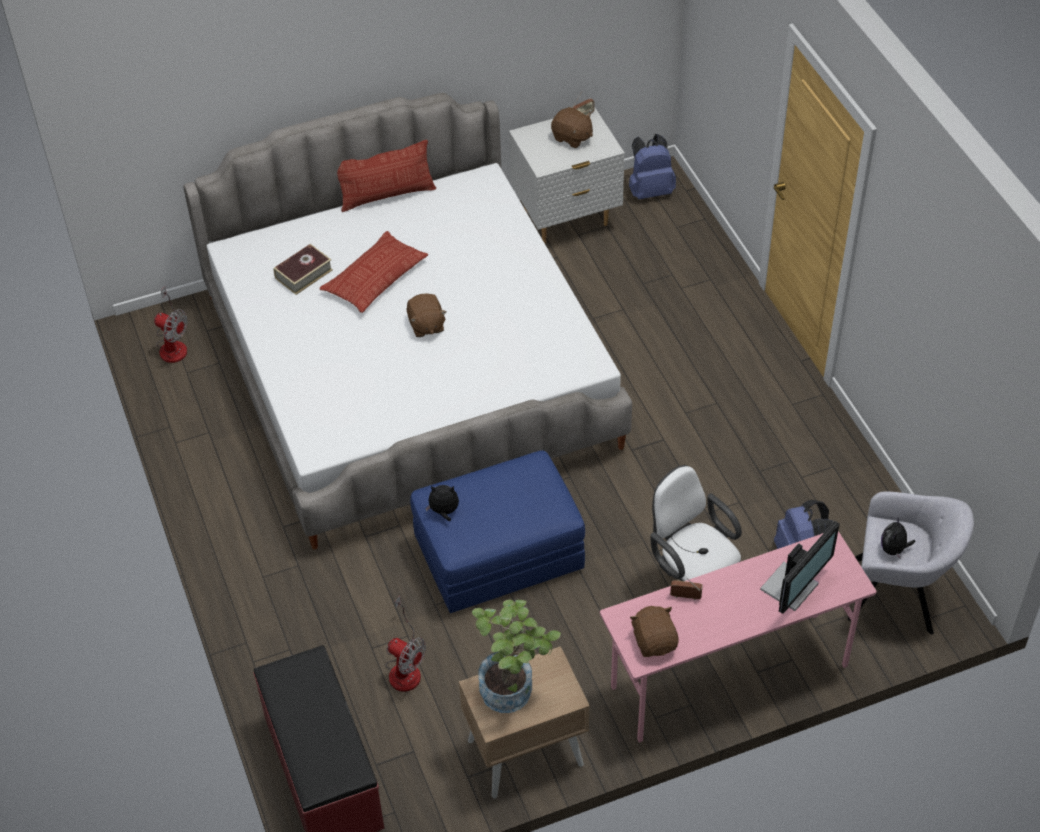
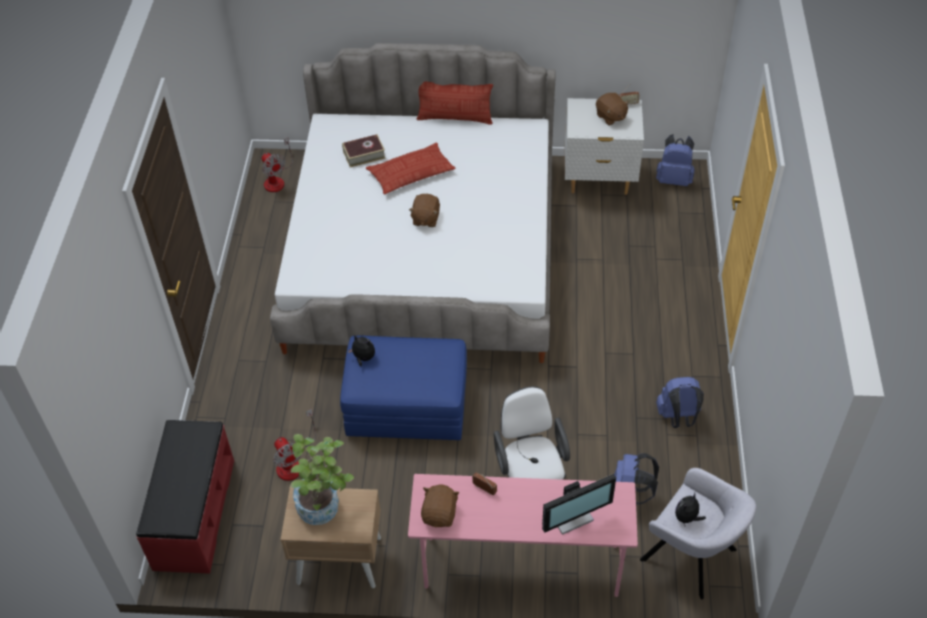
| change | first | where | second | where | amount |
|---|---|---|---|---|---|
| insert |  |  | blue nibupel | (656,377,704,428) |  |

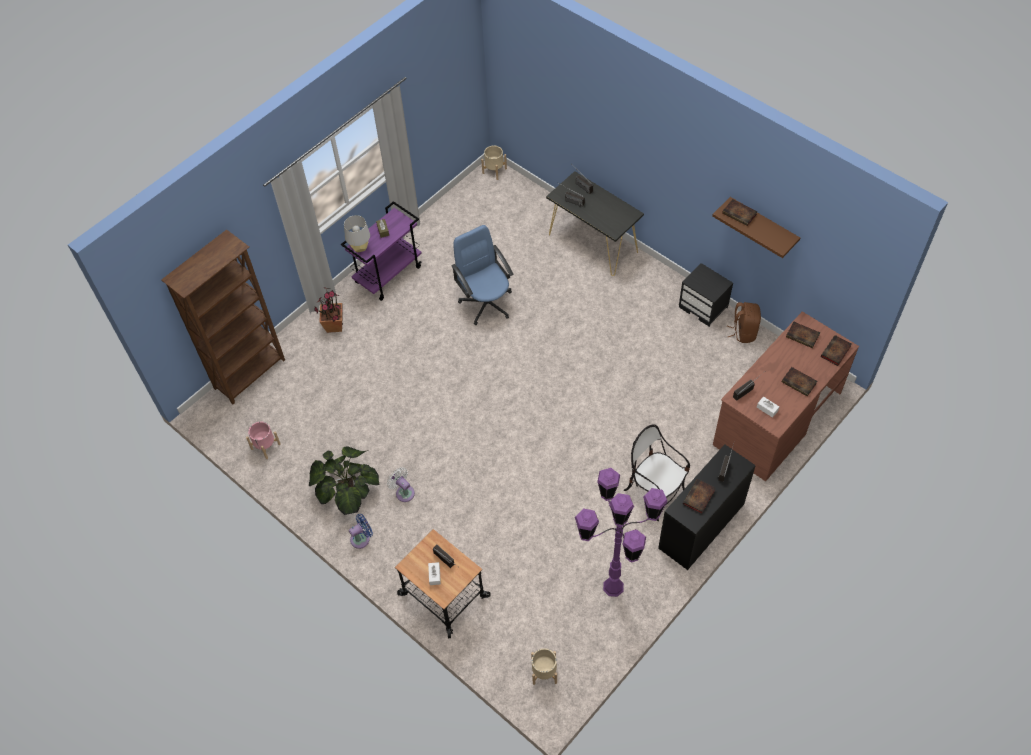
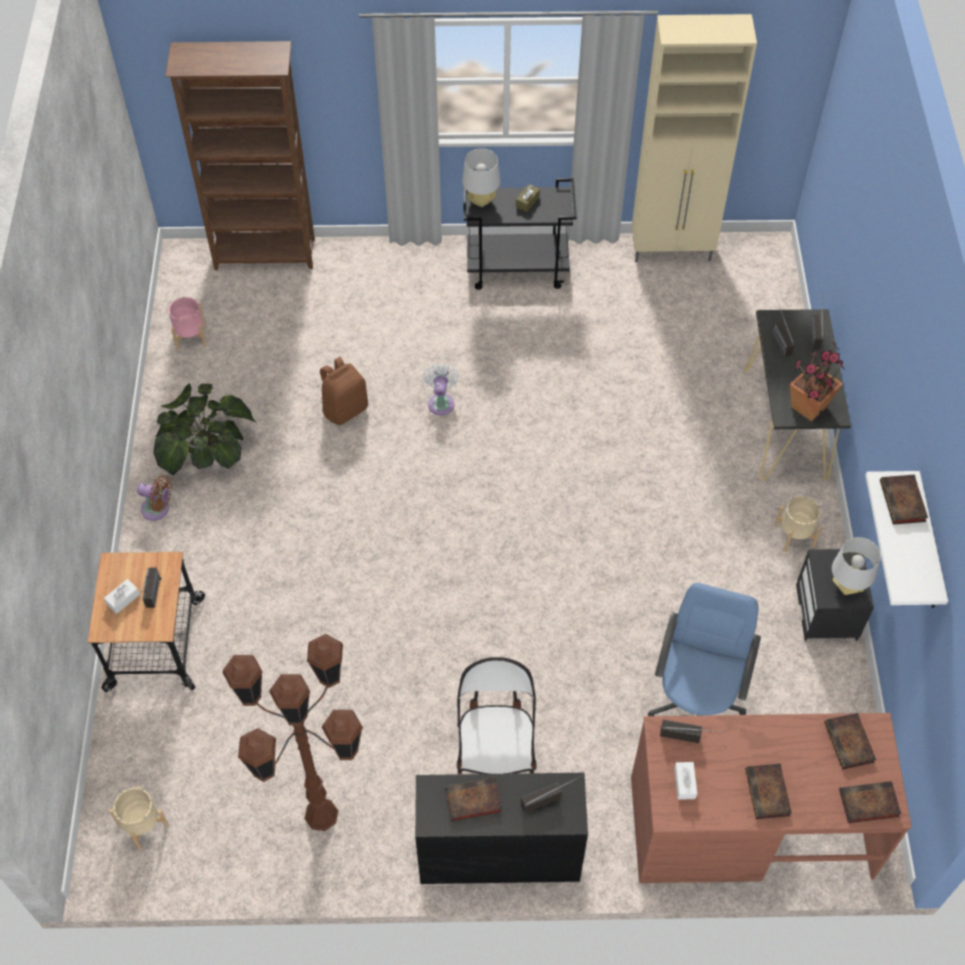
| change | first | where | second | where | amount |
|---|---|---|---|---|---|
| recolor | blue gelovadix | (349,514,373,549) | brown gelovadix | (137,475,172,521) |  |
| recolor | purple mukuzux | (575,468,668,597) | brown mukuzux | (222,634,363,831) |  |
| move | brown nibupel | (727,302,761,343) |  | (320,357,368,425) |  |
| move | white gelovadix | (387,467,415,502) |  | (423,364,459,415) |  |
| recolor | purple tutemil | (341,201,422,301) | black tutemil | (463,178,577,290) |  |
| insert |  |  | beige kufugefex | (632,14,757,262) |  |
| move | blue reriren | (451,225,513,325) |  | (648,583,761,716) |  |
| move | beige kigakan | (481,146,507,180) |  | (774,496,822,552) |  |
| move | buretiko | (314,287,343,333) |  | (790,342,845,422) |  |
| insert |  |  | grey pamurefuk | (832,537,881,595) |  |
| recolor | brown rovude | (712,197,800,258) | white rovude | (865,471,948,608) |  |

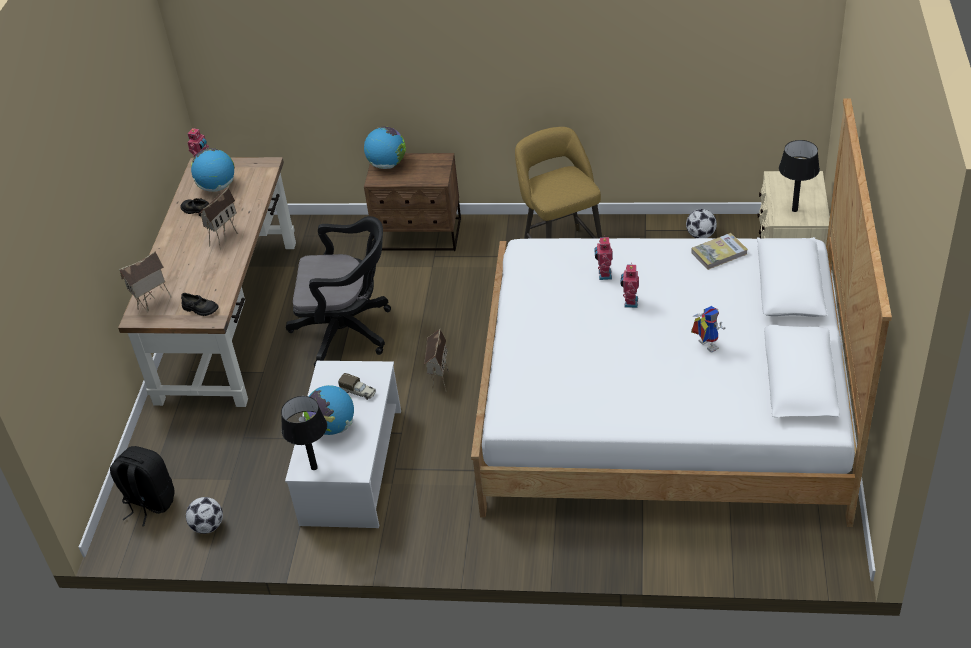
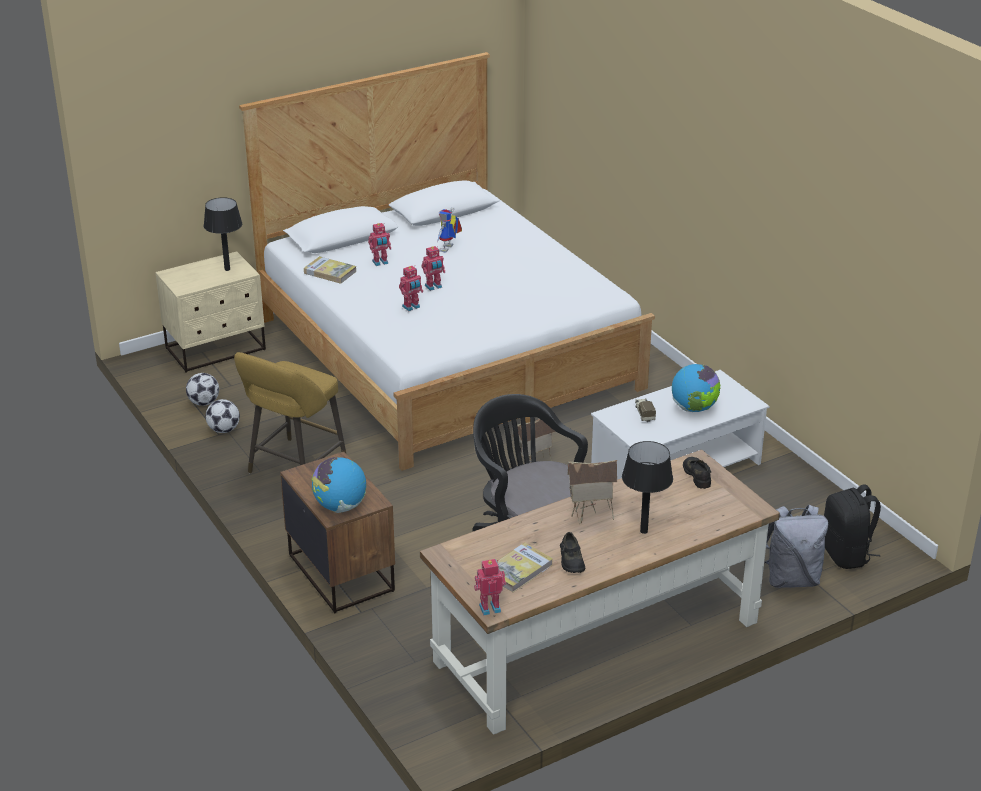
| change | first | where | second | where | amount |
|---|---|---|---|---|---|
| move | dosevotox | (186,497,223,534) |  | (206,399,240,433) |  |
| insert |  |  | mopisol | (368,223,391,266) |  |
| replace | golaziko | (191,148,235,192) | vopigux | (498,542,553,592) |  |
| move | black pamurefuk | (281,396,327,470) |  | (622,441,673,534) |  |
| insert |  |  | grey nibupel | (764,505,828,588) |  |
| delete | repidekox | (119,251,171,311) |  |  |  |

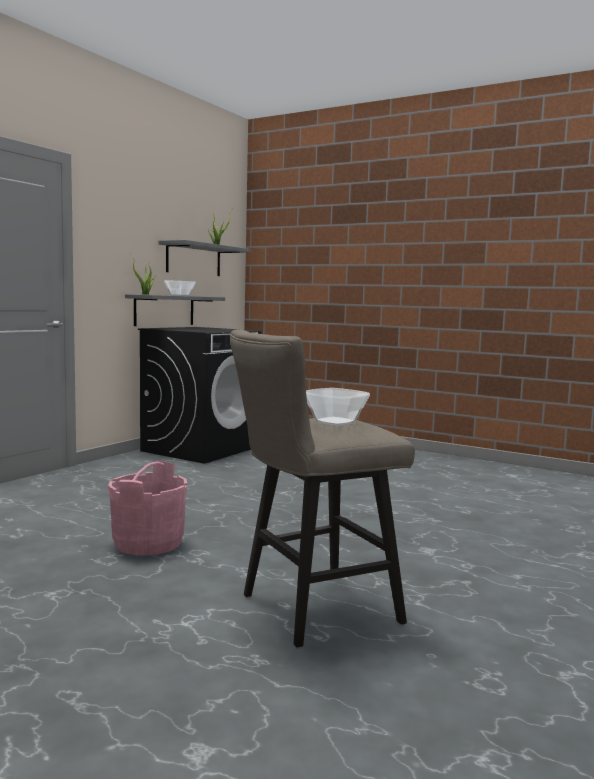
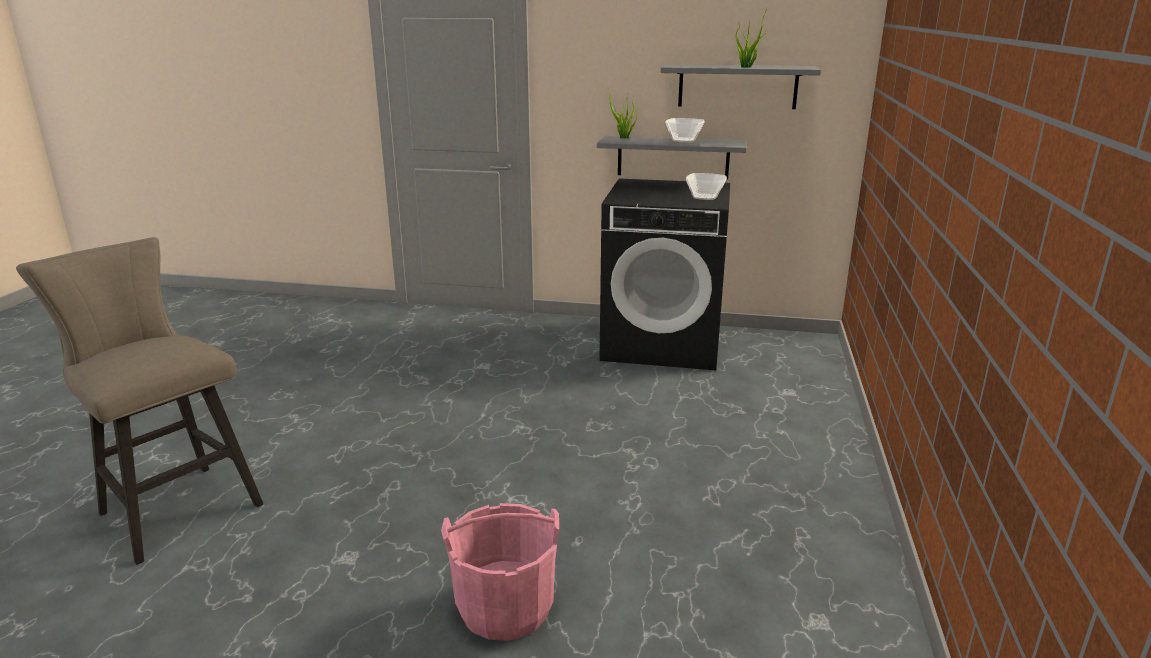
| change | first | where | second | where | amount |
|---|---|---|---|---|---|
| move | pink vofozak | (108,461,187,555) |  | (441,503,559,641) |  |
| move | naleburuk | (306,388,370,426) |  | (686,173,727,200) |  |

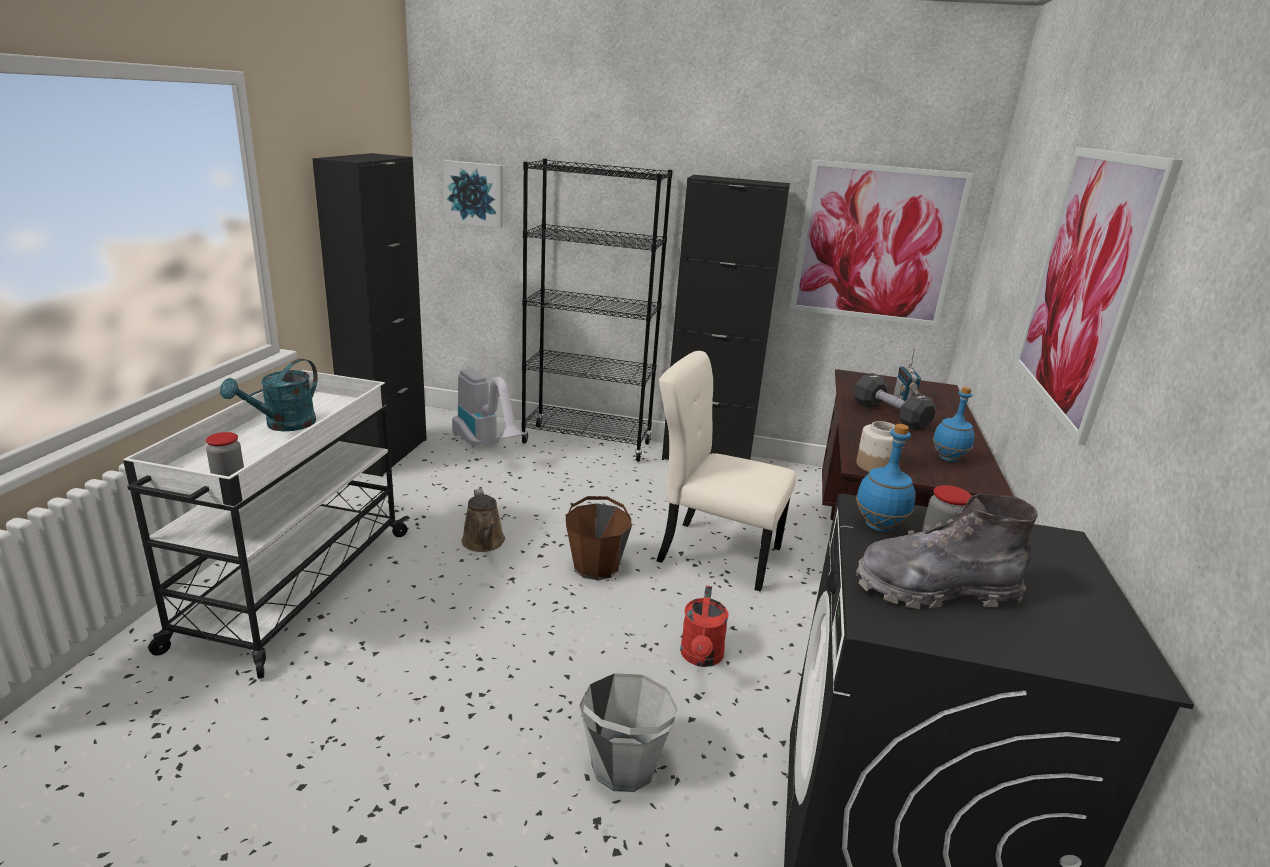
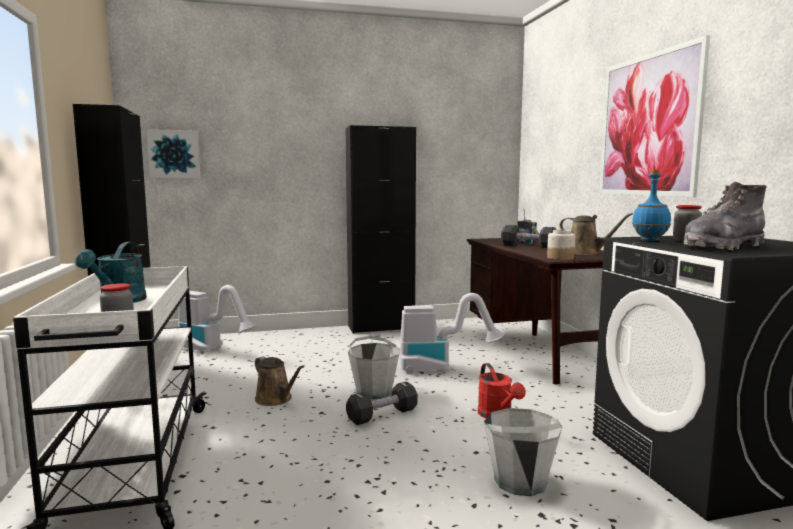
| change | first | where | second | where | amount |
|---|---|---|---|---|---|
| insert |  |  | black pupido | (346,382,418,425) |  |
| recolor | brown vofozak | (566,496,632,580) | grey vofozak | (348,336,400,399) |  |
| replace | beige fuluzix | (656,351,796,592) | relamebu | (400,293,505,374) |  |
| replace | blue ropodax | (933,387,975,462) | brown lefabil | (560,213,633,255) |  |
| delete | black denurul | (520,158,673,462) |  |  |  |
| delete | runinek | (790,160,974,327) |  |  |  |

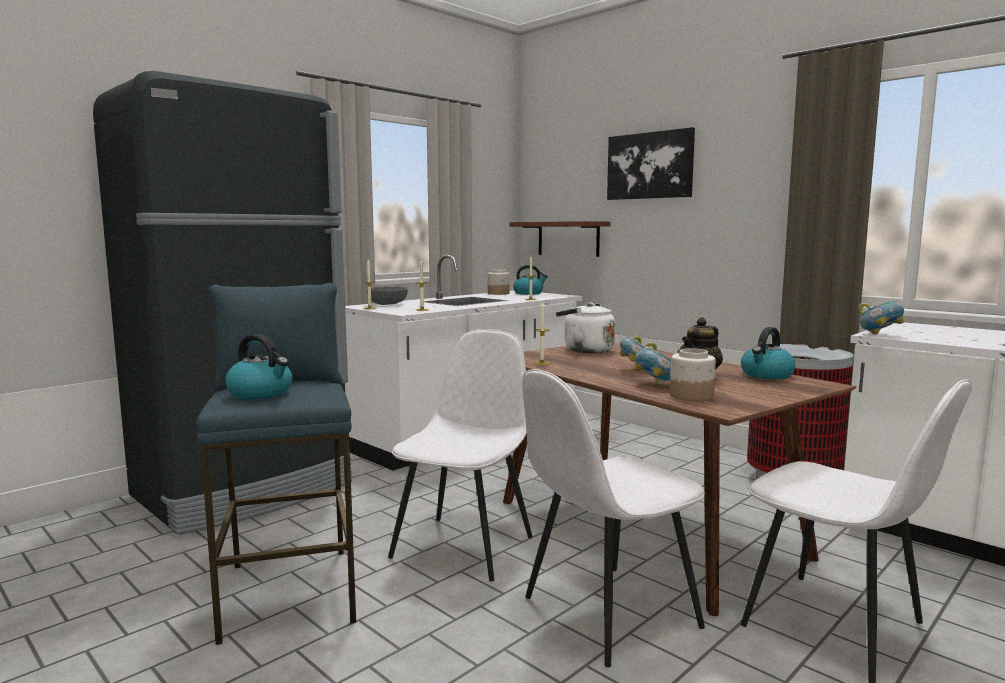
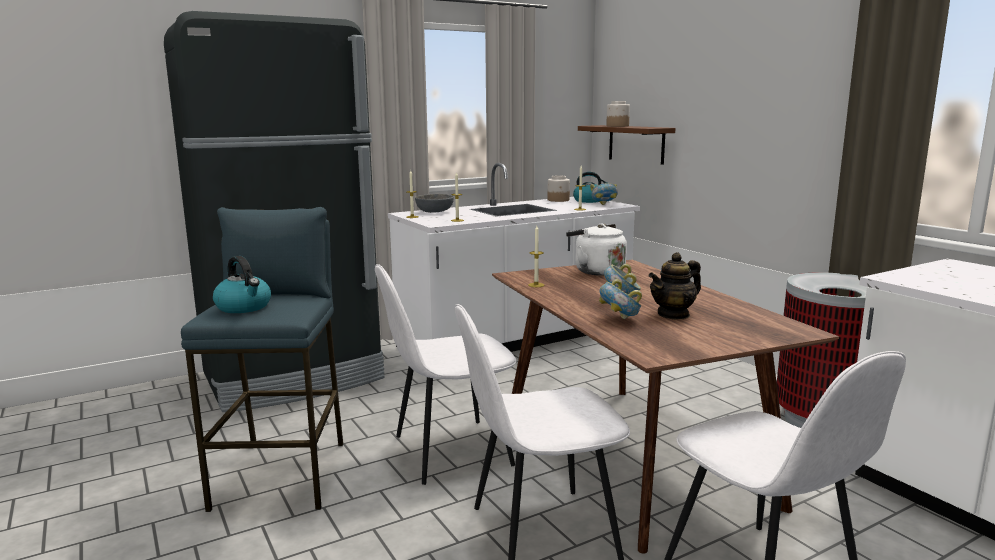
| change | first | where | second | where | amount |
|---|---|---|---|---|---|
| rotate | white fuluzix | (388,329,533,581) |  | (375,264,516,485) | 150 degrees counterclockwise |
| move | naleburuk | (858,301,904,335) |  | (590,183,618,205) |  |
| move | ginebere | (670,348,716,401) |  | (606,101,630,127) |  |
| delete | runinek | (607,127,695,200) |  |  |  |
| delete | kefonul | (741,327,796,380) |  |  |  |

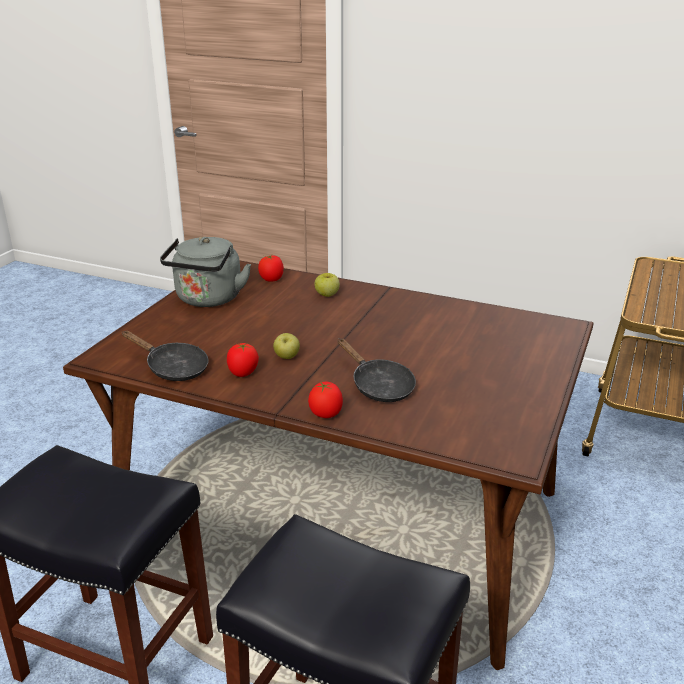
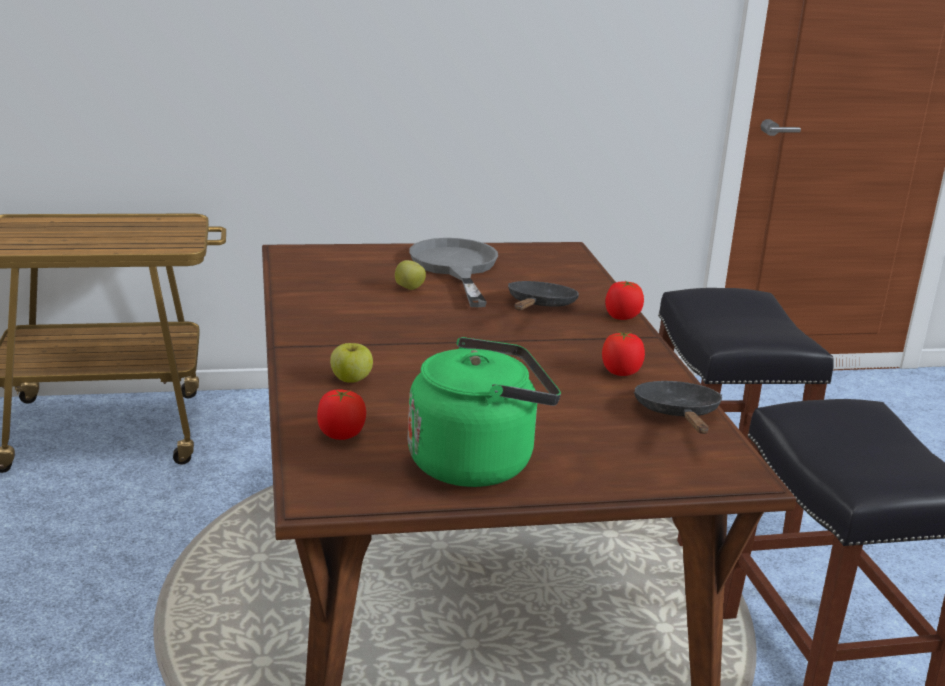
| change | first | where | second | where | amount |
|---|---|---|---|---|---|
| move | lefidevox | (273,333,300,359) |  | (395,260,426,290) |  |
| recolor | grey kefonul | (160,237,251,307) | green kefonul | (408,337,561,487) |  |
| insert |  |  | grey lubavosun | (409,238,498,307) |  |

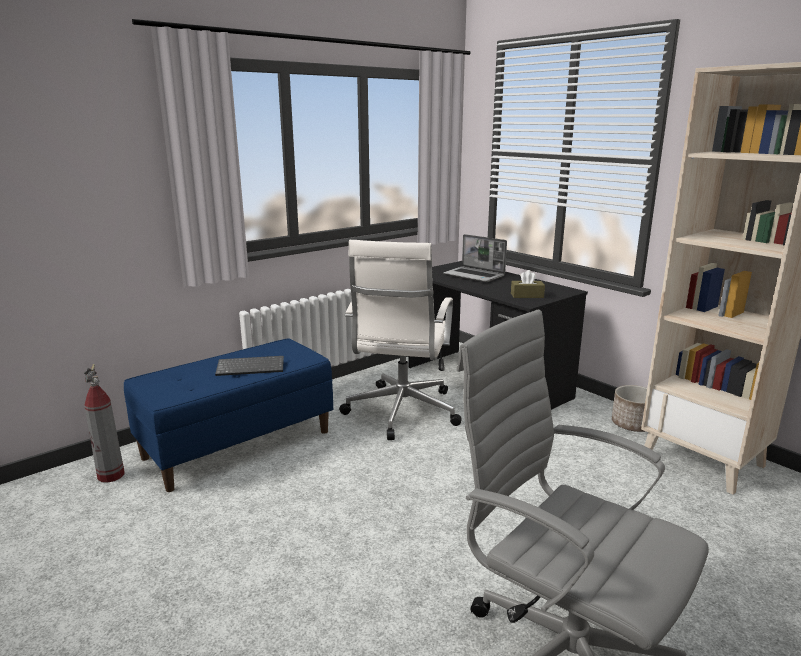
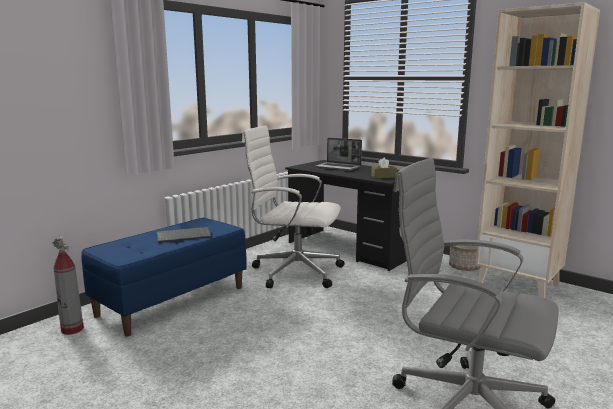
| change | first | where | second | where | amount |
|---|---|---|---|---|---|
| rotate | white reriren | (339,240,462,440) |  | (242,125,345,288) | 105 degrees clockwise |

